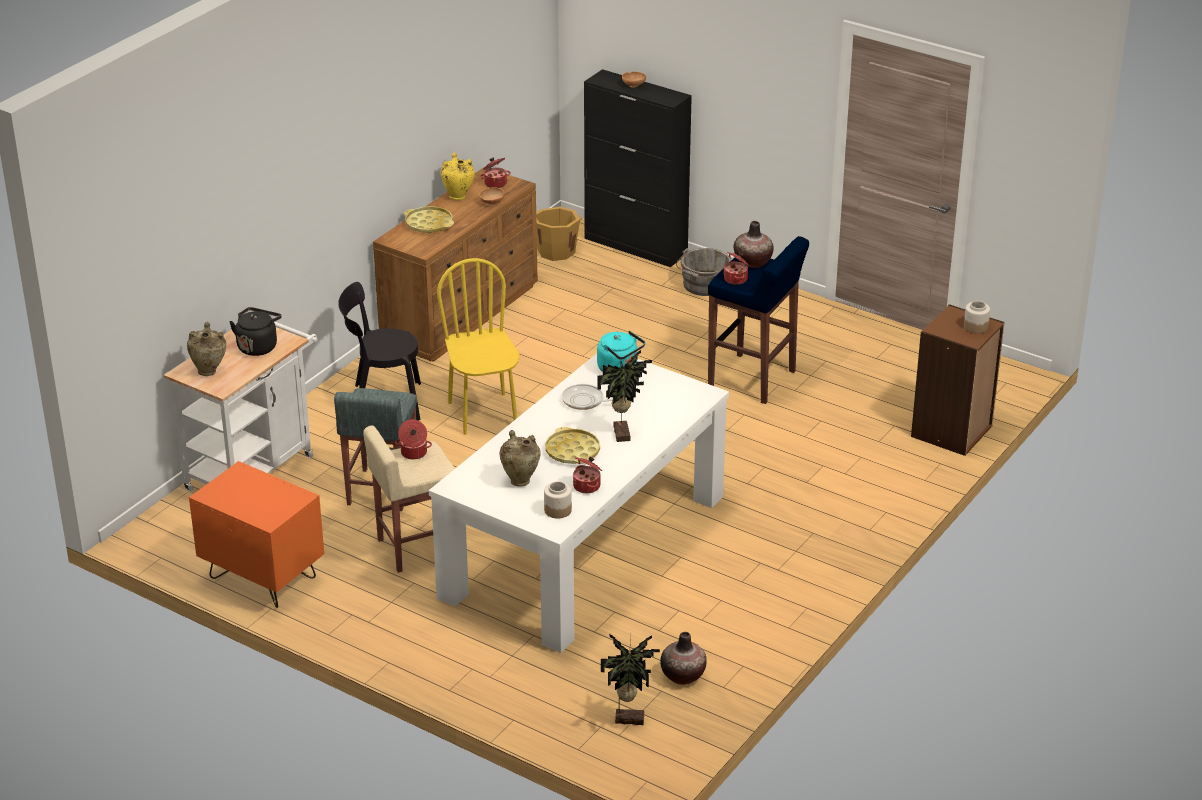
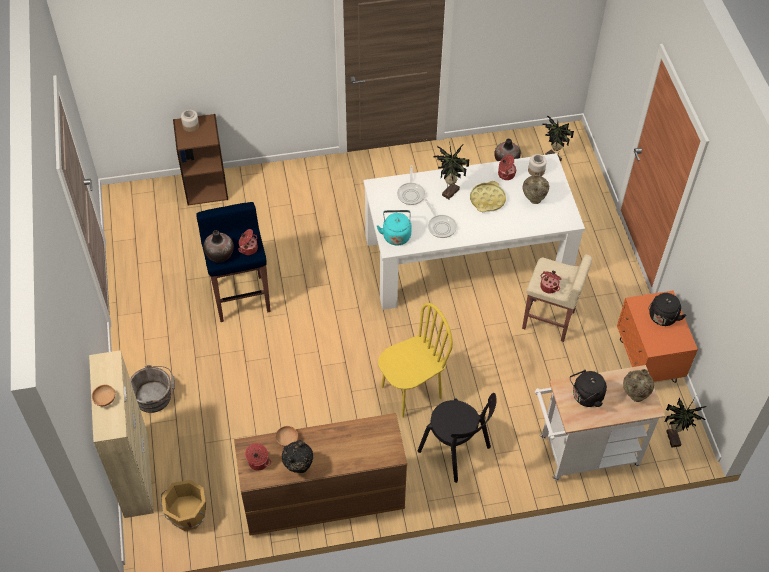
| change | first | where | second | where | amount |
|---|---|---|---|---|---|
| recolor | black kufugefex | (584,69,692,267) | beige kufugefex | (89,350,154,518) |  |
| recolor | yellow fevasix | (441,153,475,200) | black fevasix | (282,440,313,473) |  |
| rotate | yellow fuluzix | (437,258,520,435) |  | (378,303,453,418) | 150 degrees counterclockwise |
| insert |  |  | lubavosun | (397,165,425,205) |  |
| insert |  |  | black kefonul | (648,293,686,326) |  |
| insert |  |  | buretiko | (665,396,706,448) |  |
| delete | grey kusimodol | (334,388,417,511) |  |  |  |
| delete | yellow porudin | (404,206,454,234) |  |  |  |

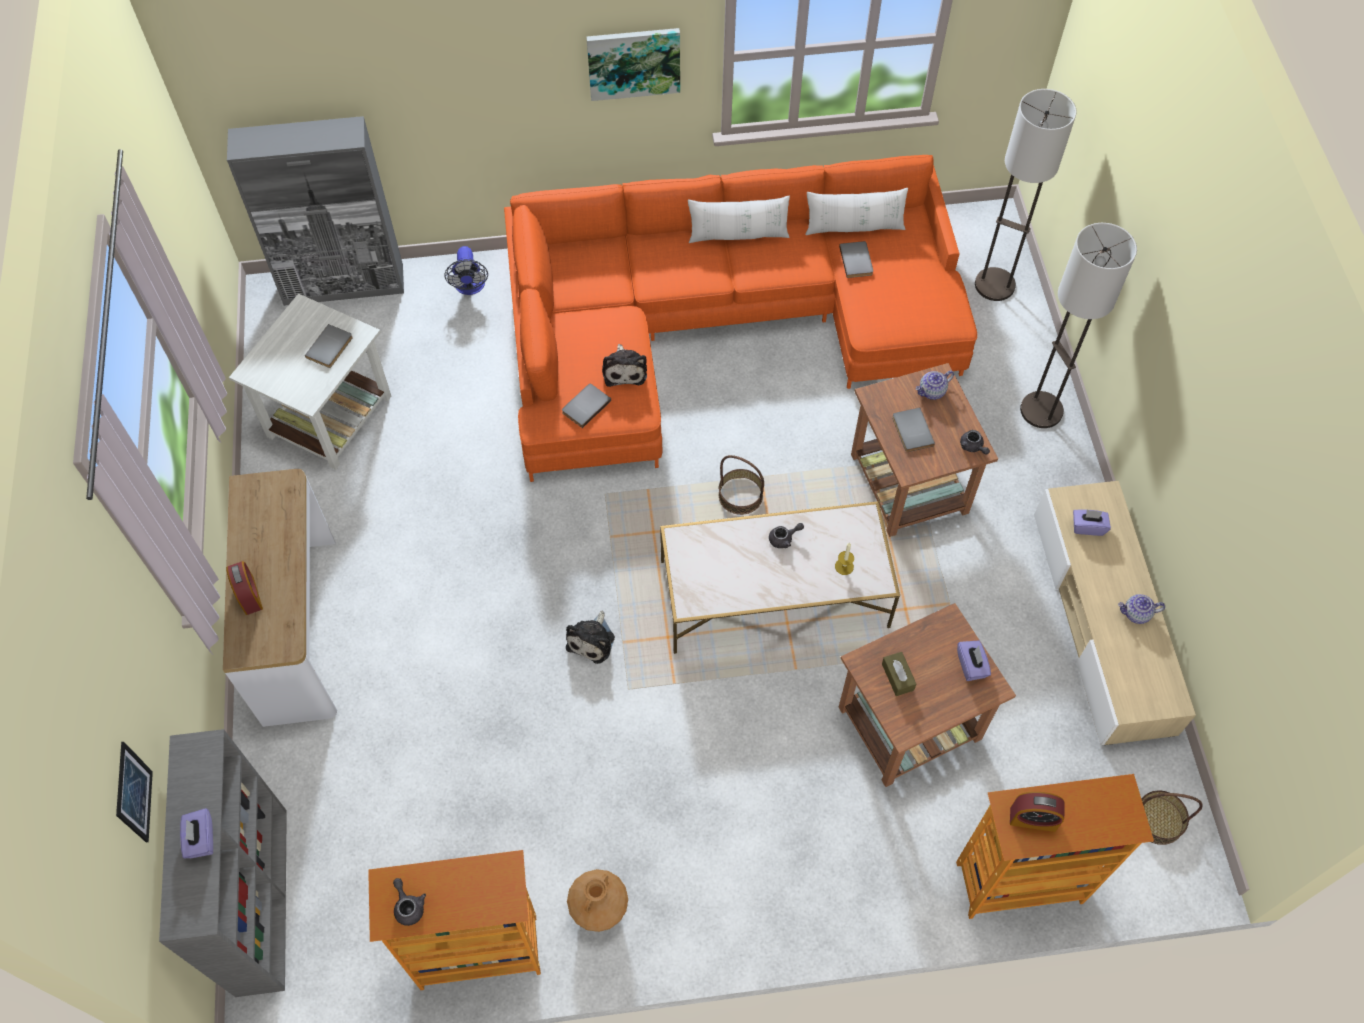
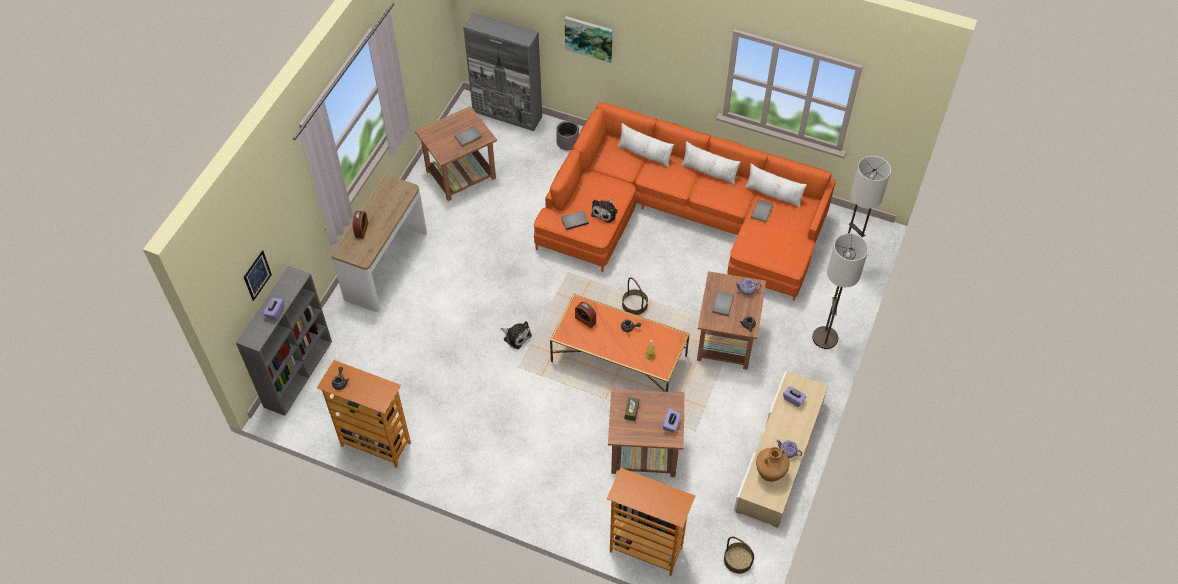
| change | first | where | second | where | amount |
|---|---|---|---|---|---|
| recolor | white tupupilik | (229,293,391,470) | brown tupupilik | (415,106,497,201) |  |
| rotate | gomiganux | (566,611,615,664) |  | (501,321,532,349) | 105 degrees counterclockwise |
| recolor | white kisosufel | (660,501,900,654) | orange kisosufel | (550,294,690,392) |  |
| replace | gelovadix | (444,246,488,295) | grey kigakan | (556,121,579,150) |  |
| move | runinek | (586,28,680,101) |  | (565,16,612,63) |  |
| move | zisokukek | (1010,792,1065,832) |  | (575,302,596,328) |  |
| insert |  |  | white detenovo | (617,123,674,167) |  |
| move | brown fevasix | (567,869,628,932) |  | (756,447,790,482) |  |

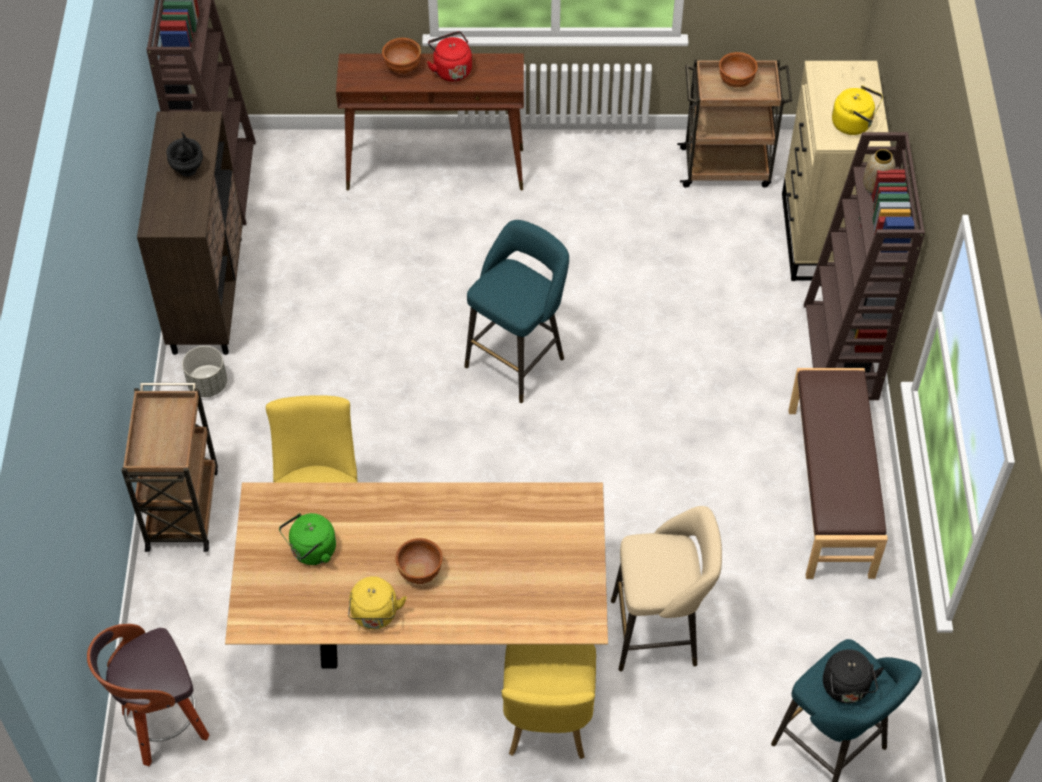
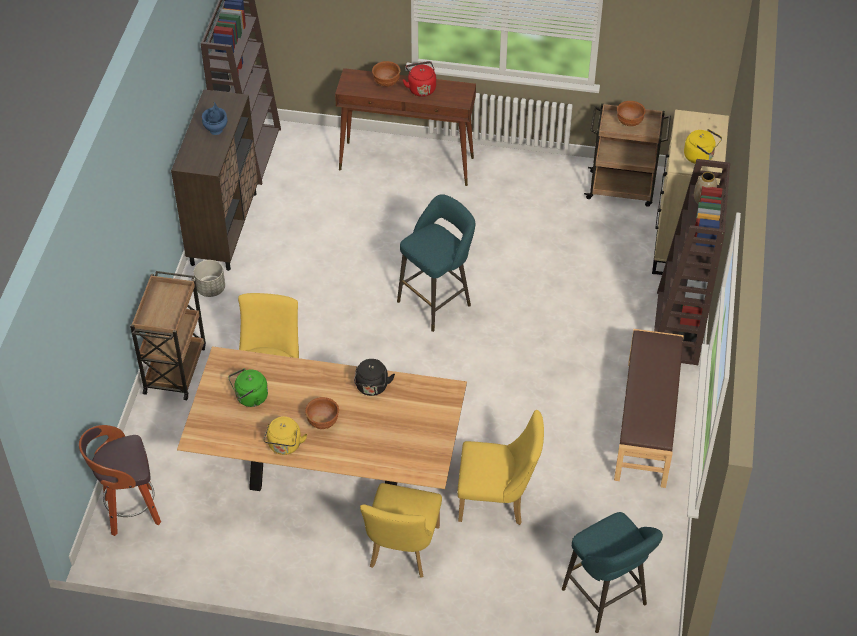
| change | first | where | second | where | amount |
|---|---|---|---|---|---|
| recolor | black fevasix | (166,132,203,177) | blue fevasix | (202,102,227,135) |  |
| move | black kefonul | (823,649,884,704) |  | (354,359,395,396) |  |
| replace | beige kusimodol | (611,506,722,671) | yellow fuluzix | (457,410,544,525) |  |

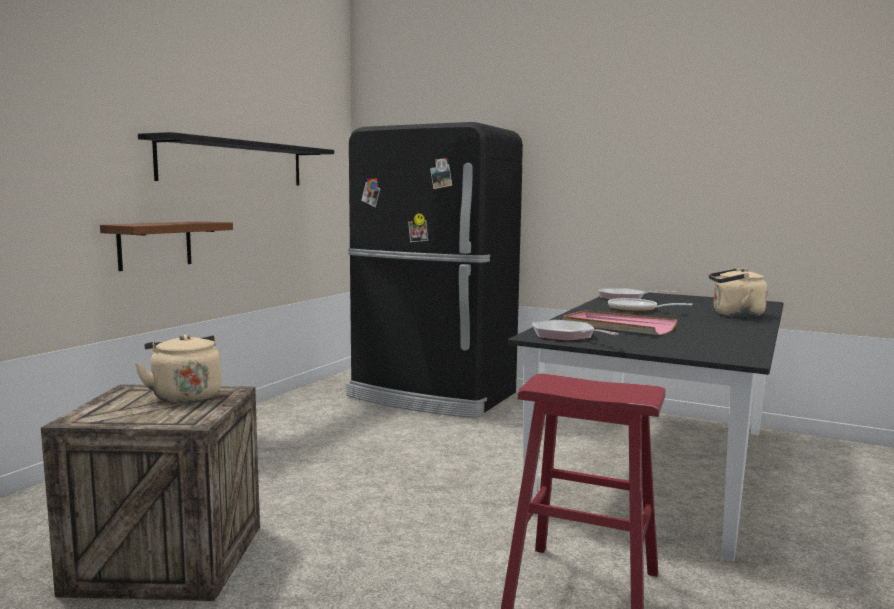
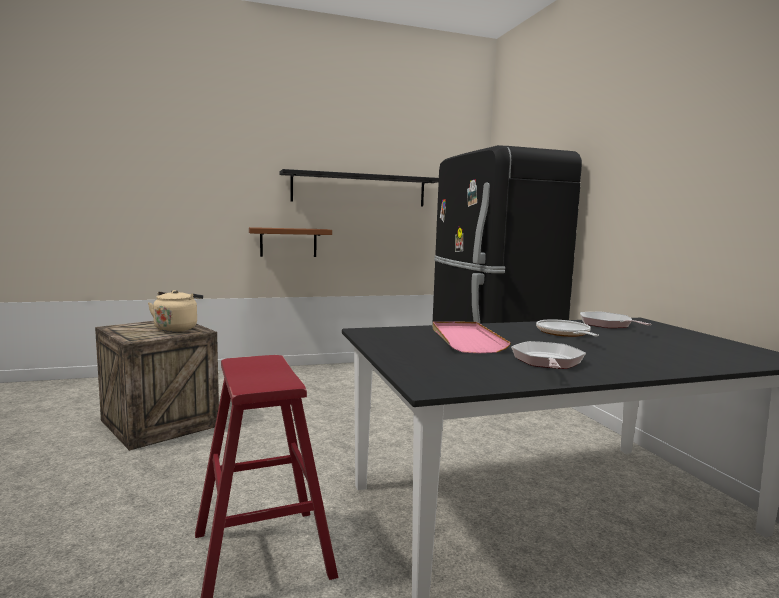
| change | first | where | second | where | amount |
|---|---|---|---|---|---|
| move | lubavosun | (532,320,619,341) |  | (511,341,586,369) |  |
| delete | beige kefonul | (709,268,768,318) |  |  |  |

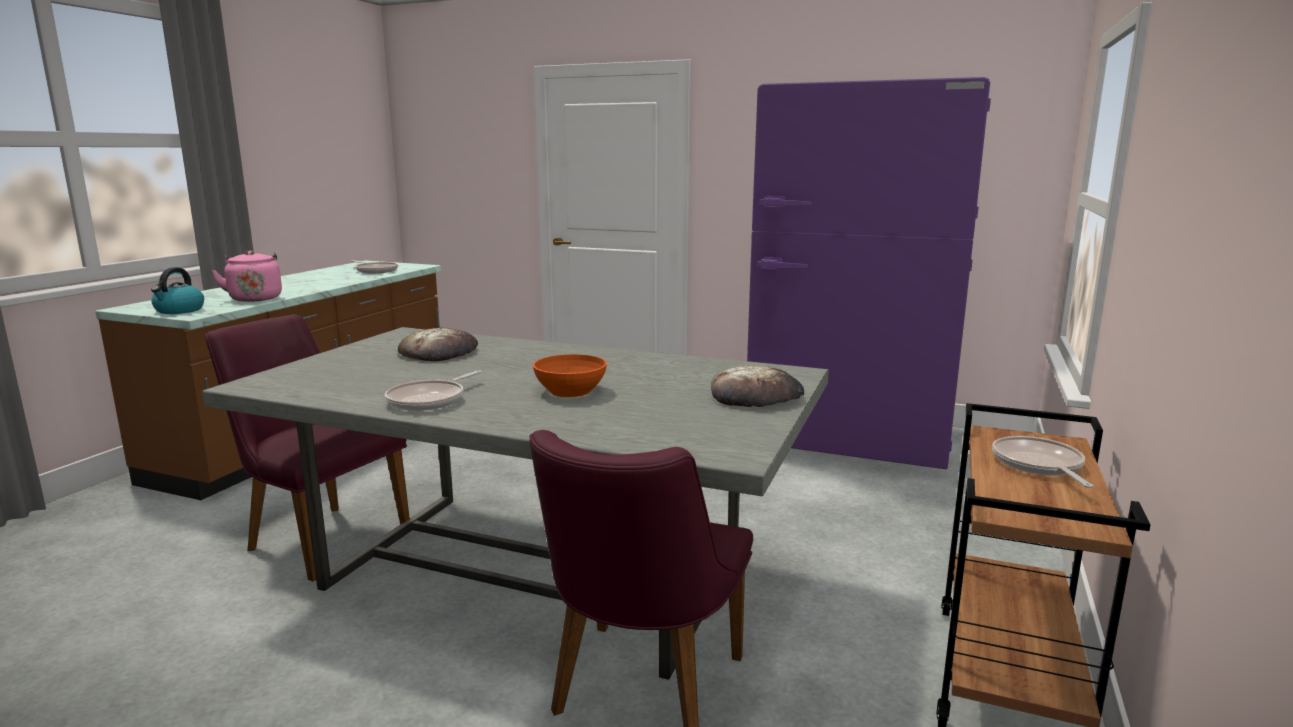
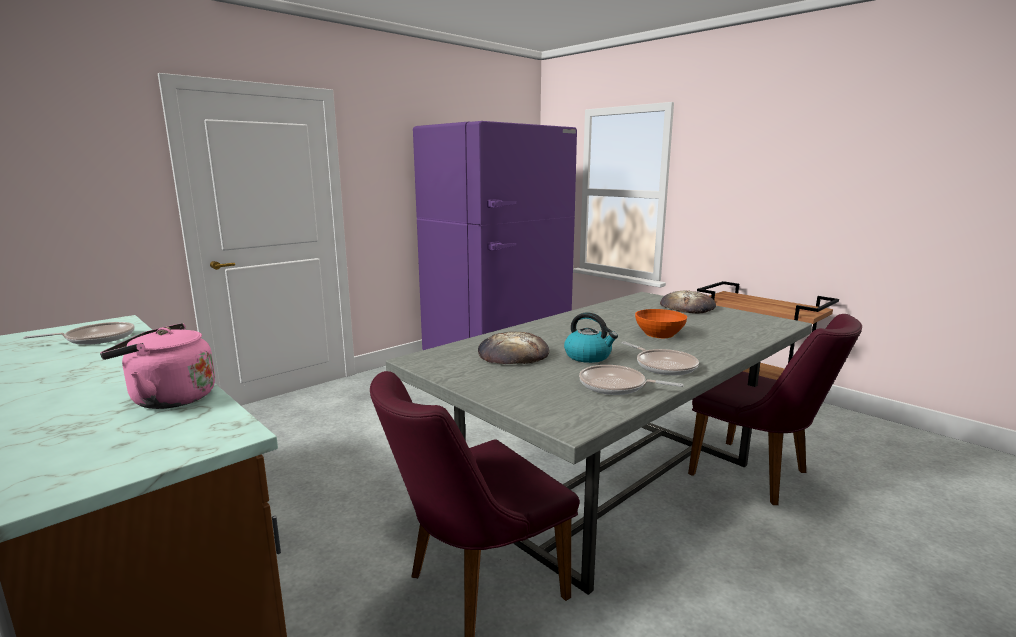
| change | first | where | second | where | amount |
|---|---|---|---|---|---|
| move | kefonul | (151,267,204,314) |  | (564,312,618,363) |  |
| move | lubavosun | (992,436,1093,488) |  | (579,365,684,395) |  |

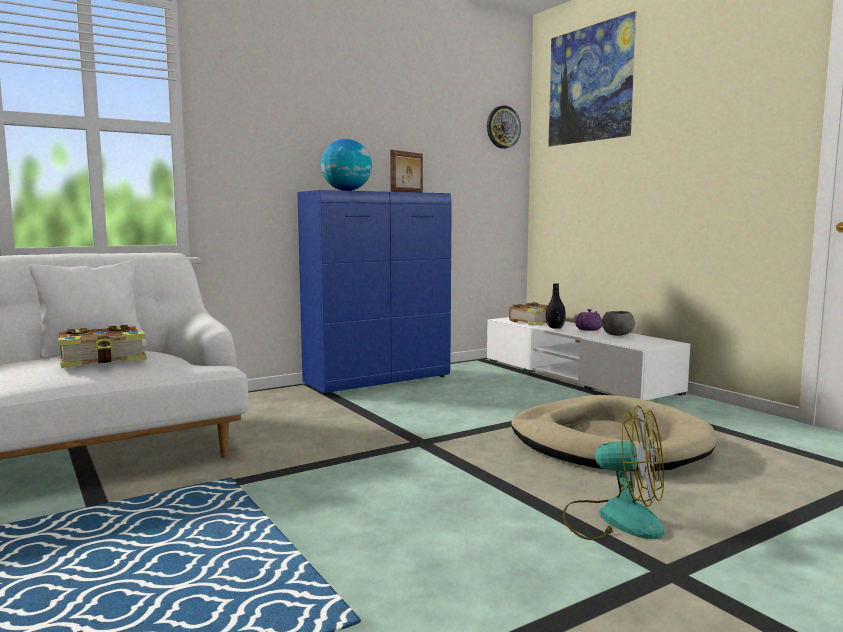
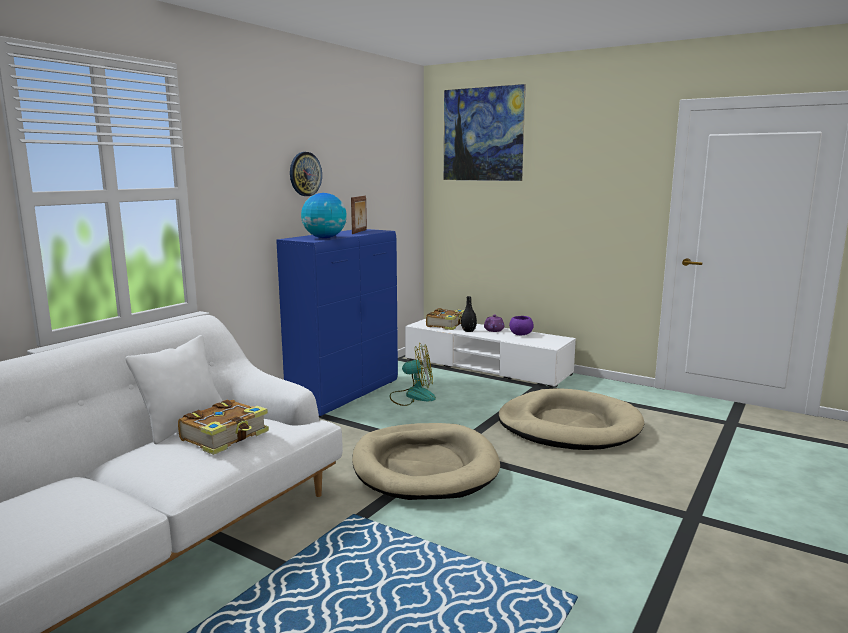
| change | first | where | second | where | amount |
|---|---|---|---|---|---|
| move | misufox | (487,106,521,149) |  | (290,152,322,196) |  |
| insert |  |  | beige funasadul | (352,423,500,500) |  |
| move | gelovadix | (563,405,664,540) |  | (389,343,436,406) |  |
| recolor | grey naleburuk | (602,311,635,336) | purple naleburuk | (509,316,534,335) |  |

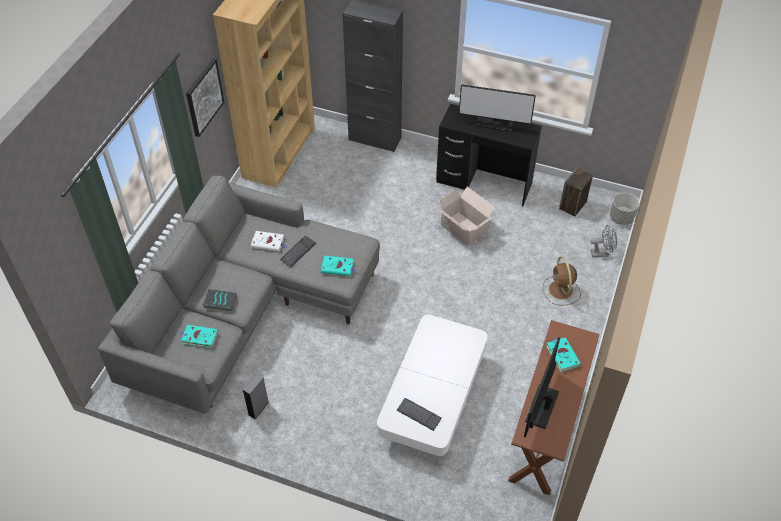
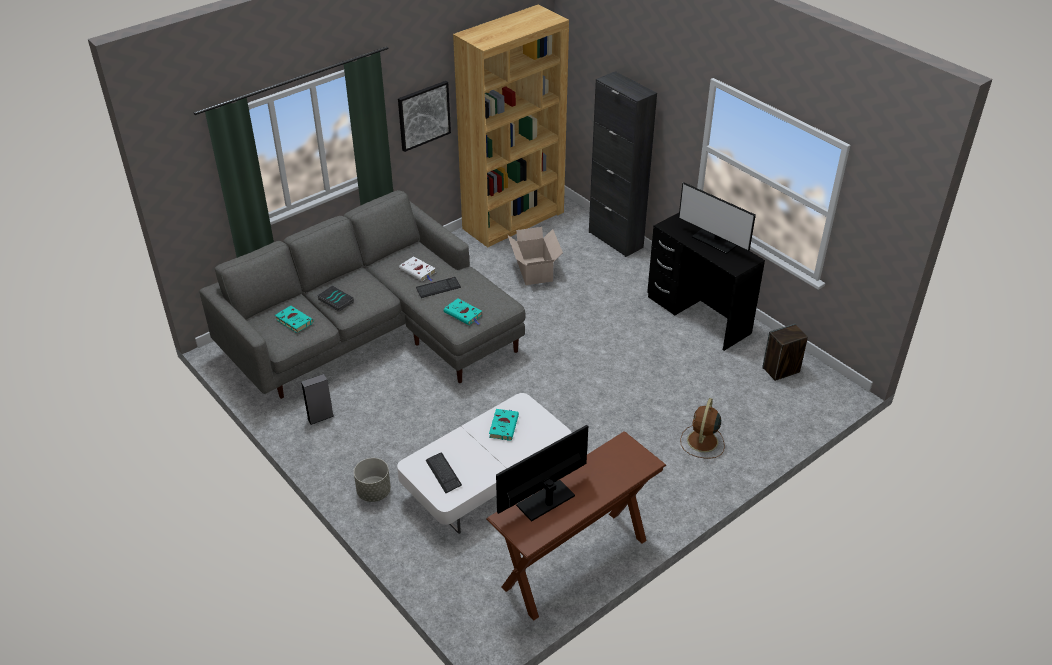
| change | first | where | second | where | amount |
|---|---|---|---|---|---|
| move | grey kigakan | (610,193,639,225) |  | (354,458,391,502) |  |
| move | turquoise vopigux | (546,337,581,372) |  | (489,409,519,441) |  |
| move | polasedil | (436,187,495,246) |  | (508,227,563,285) |  |
| delete | grey gelovadix | (590,225,617,257) |  |  |  |

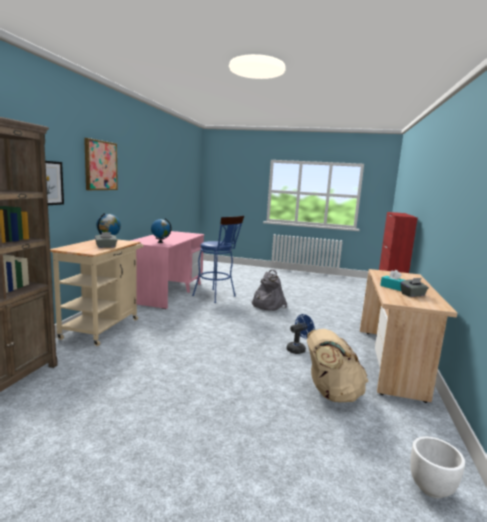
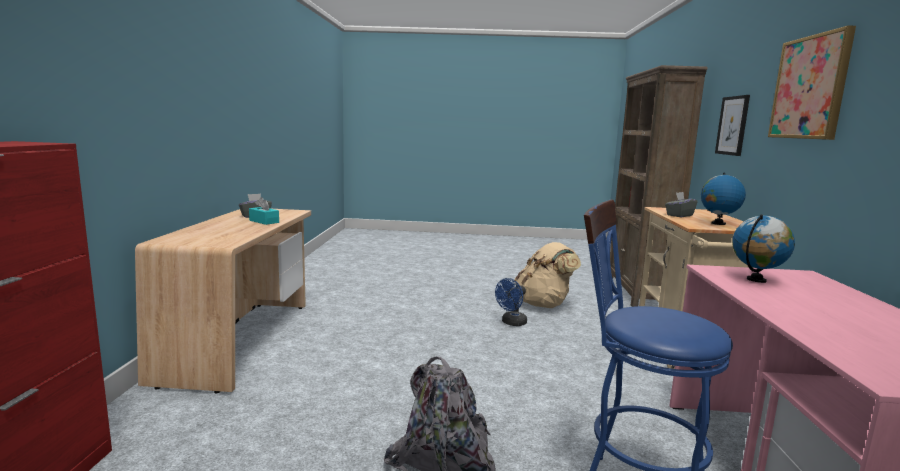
| change | first | where | second | where | amount |
|---|---|---|---|---|---|
| move | blue gelovadix | (286,314,314,354) |  | (495,278,527,326) |  |
| move | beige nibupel | (307,329,369,402) |  | (515,242,581,308) |  |
| delete | white kigakan | (410,436,465,499) |  |  |  |

